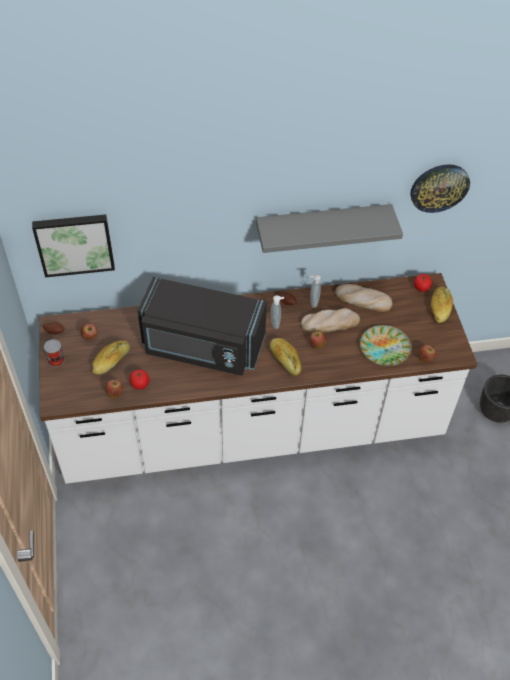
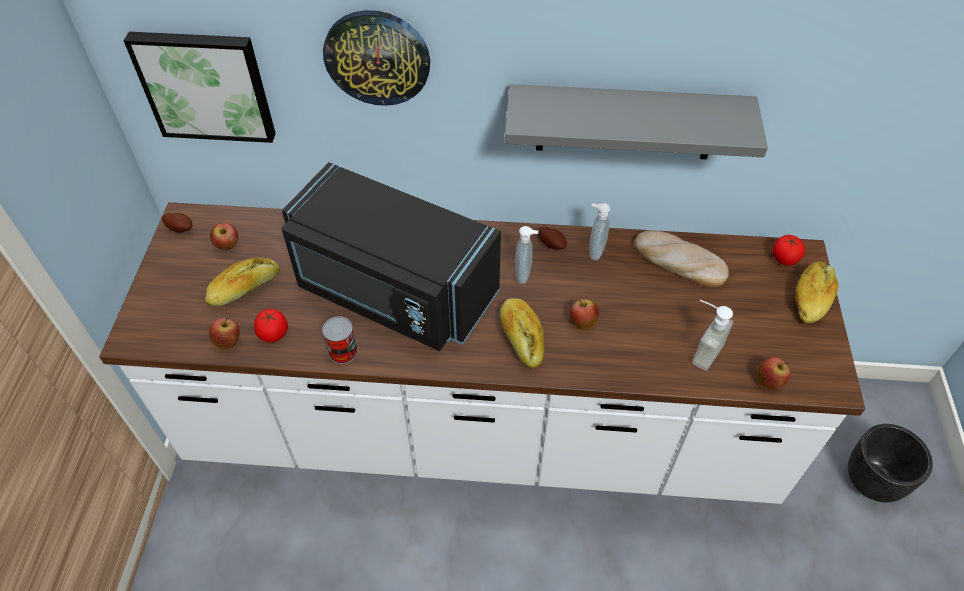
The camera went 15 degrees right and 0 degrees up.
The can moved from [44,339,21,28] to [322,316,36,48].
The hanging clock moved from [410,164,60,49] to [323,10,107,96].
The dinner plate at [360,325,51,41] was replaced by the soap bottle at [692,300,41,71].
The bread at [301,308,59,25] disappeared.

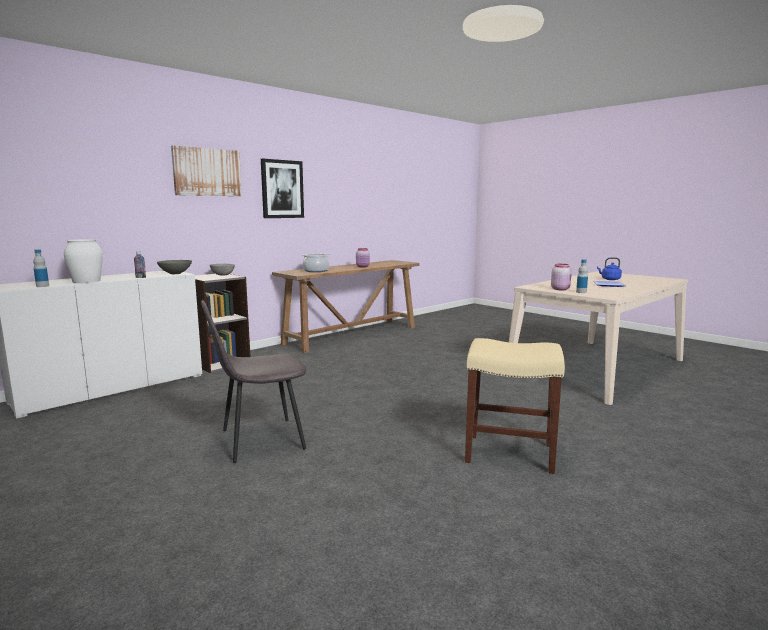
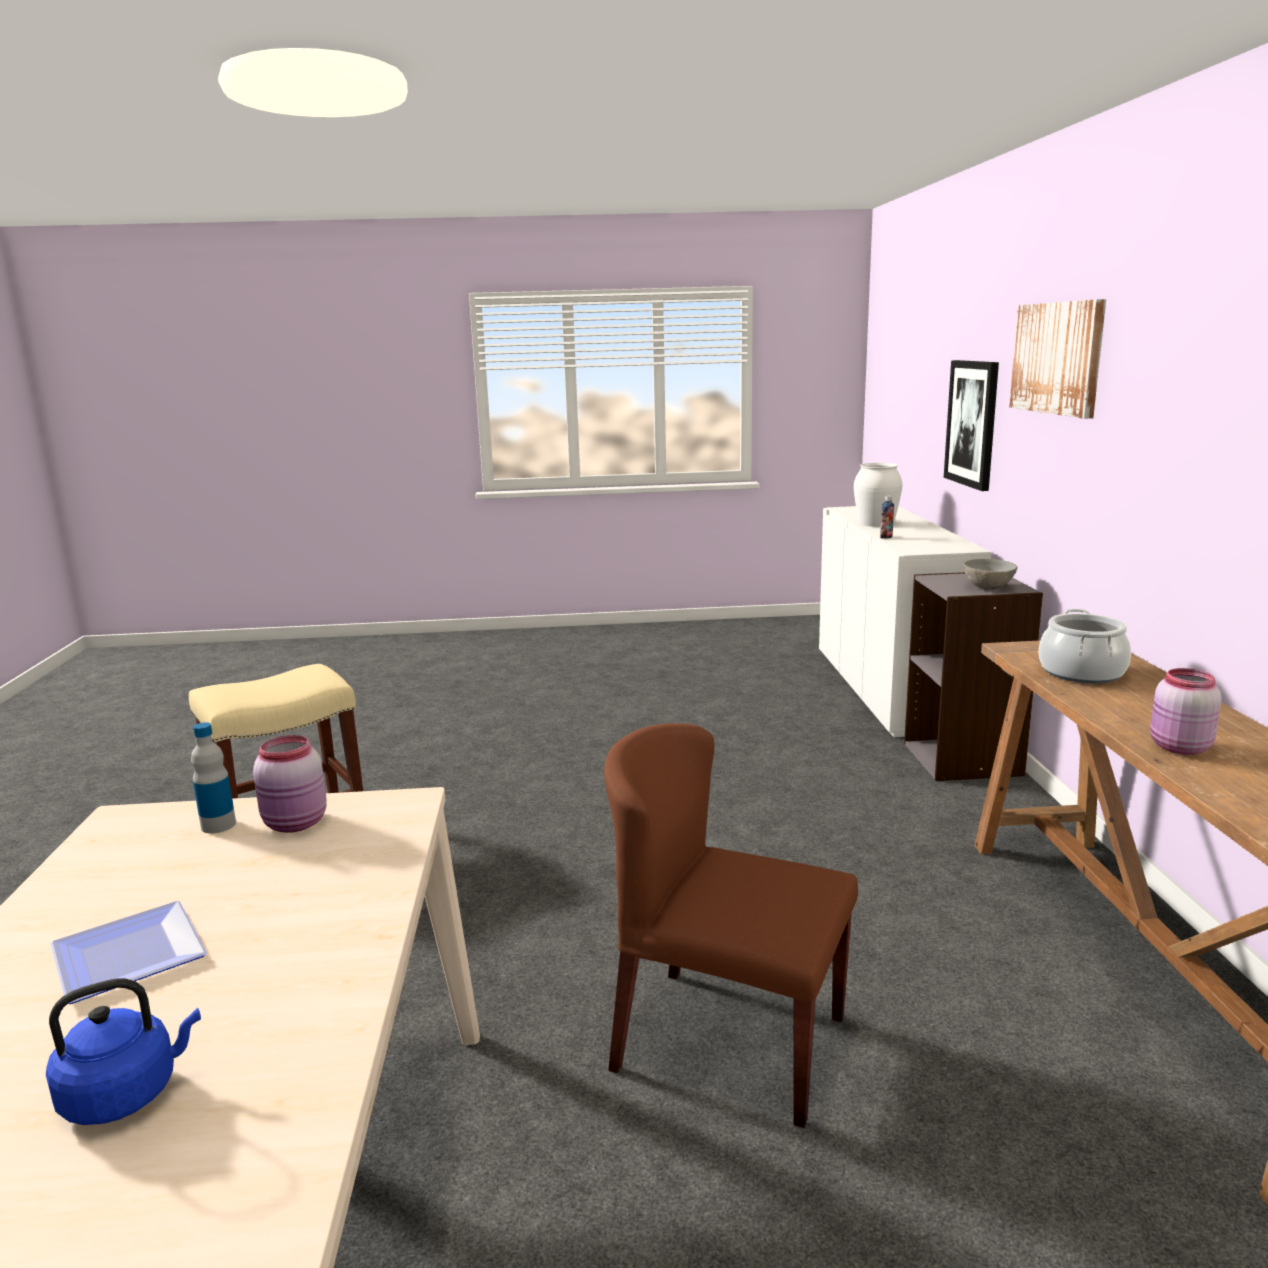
The camera went 130 degrees right and 5 degrees up.
The plain chair (brownish) at [604,723,254,405] appeared.
The wall art moved from [261,158,43,60] to [944,360,55,131].
The bottle at [33,249,16,38] disappeared.
The bowl (grey) at [157,260,35,14] disappeared.
The plain chair (grey) at [201,300,106,163] disappeared.

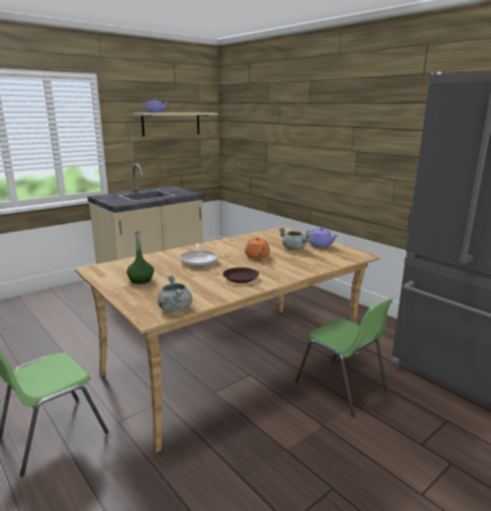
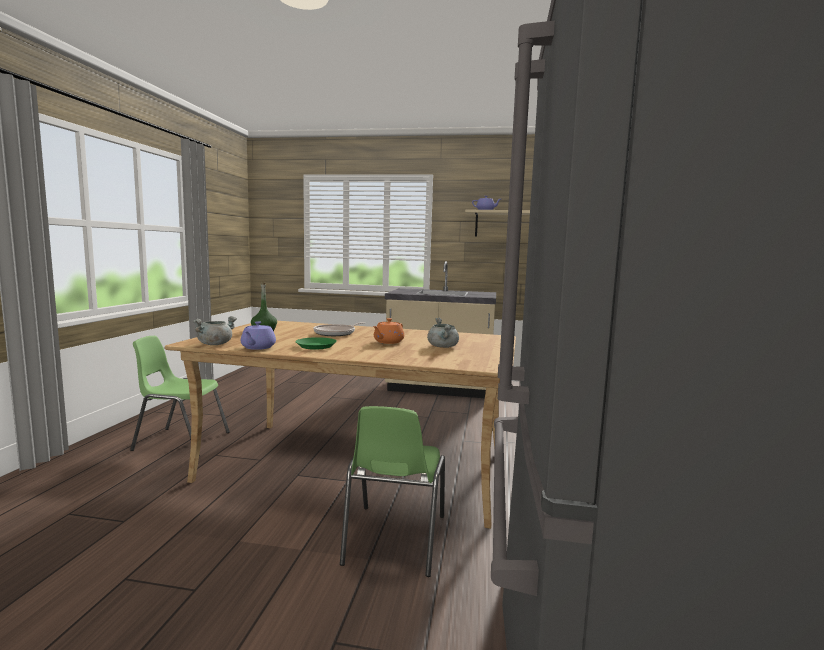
The camera went 50 degrees right and 10 degrees down.
The tea pot (purplish) moved from [306,227,32,21] to [241,321,35,29].
The dinner plate (brownish) at [223,267,36,16] became the dinner plate (green) at [295,337,42,13].

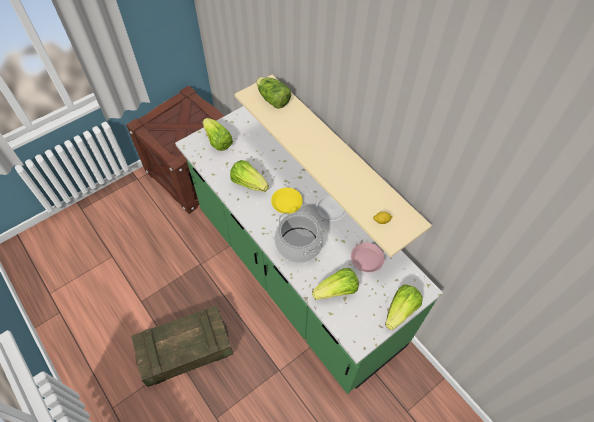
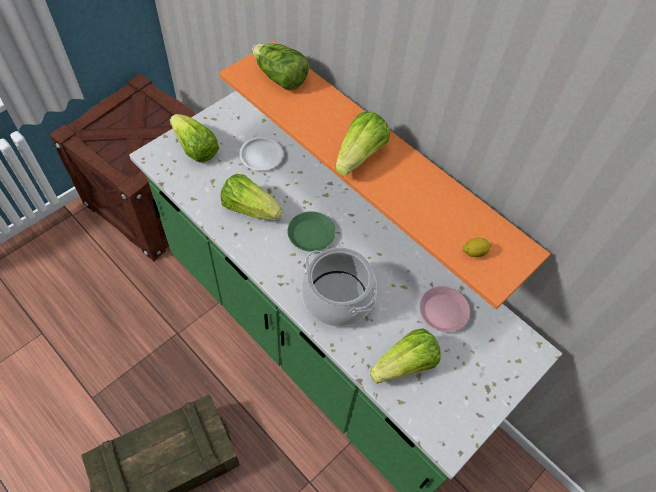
The camera went 10 degrees left and 0 degrees up.
The shelf (beige) at [234,74,198,184] became the shelf (orange-coloured) at [219,41,331,268].
The dinner plate (white) moved from [316,195,31,26] to [239,137,45,34].
The dinner plate (yellow-coloured) at [271,188,32,26] became the dinner plate (green) at [288,211,47,41].
The head of lettuce moved from [385,284,38,46] to [335,112,55,64].

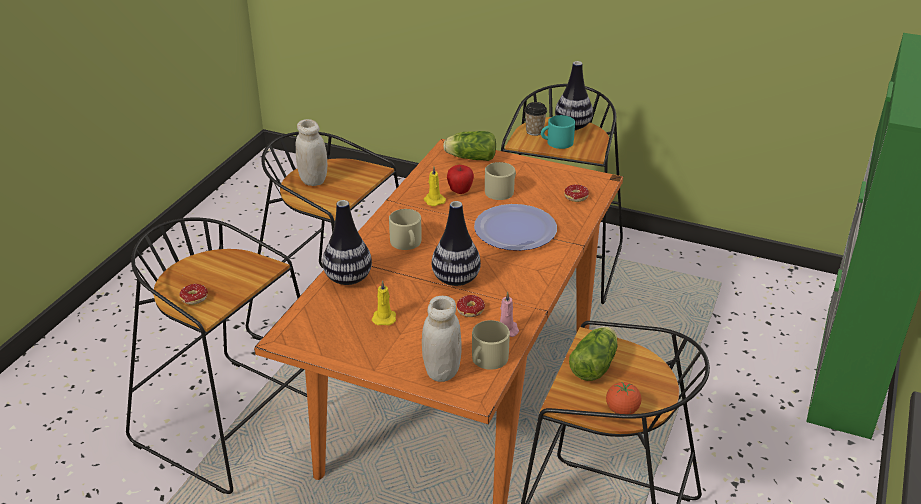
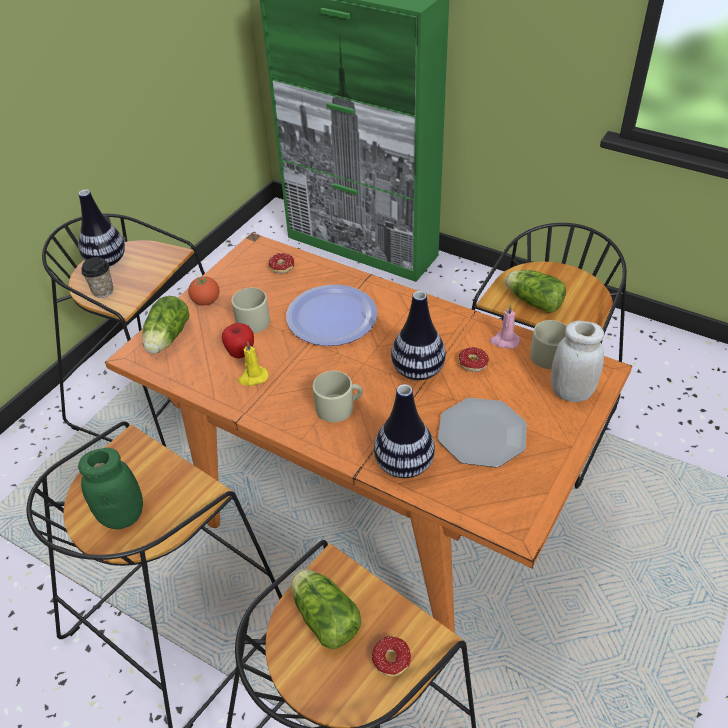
The camera went 80 degrees left and 10 degrees up.
The storage jar (white) at [296,119,31,67] became the storage jar (green) at [78,448,65,82].
The tomato moved from [606,382,35,32] to [188,276,32,30].
The head of lettuce at [291,569,71,80] appeared.
The candle (yellow-coloured) at [372,280,24,46] was replaced by the dinner plate at [438,398,89,69].
The tea mug (turquoise) at [541,115,34,34] disappeared.

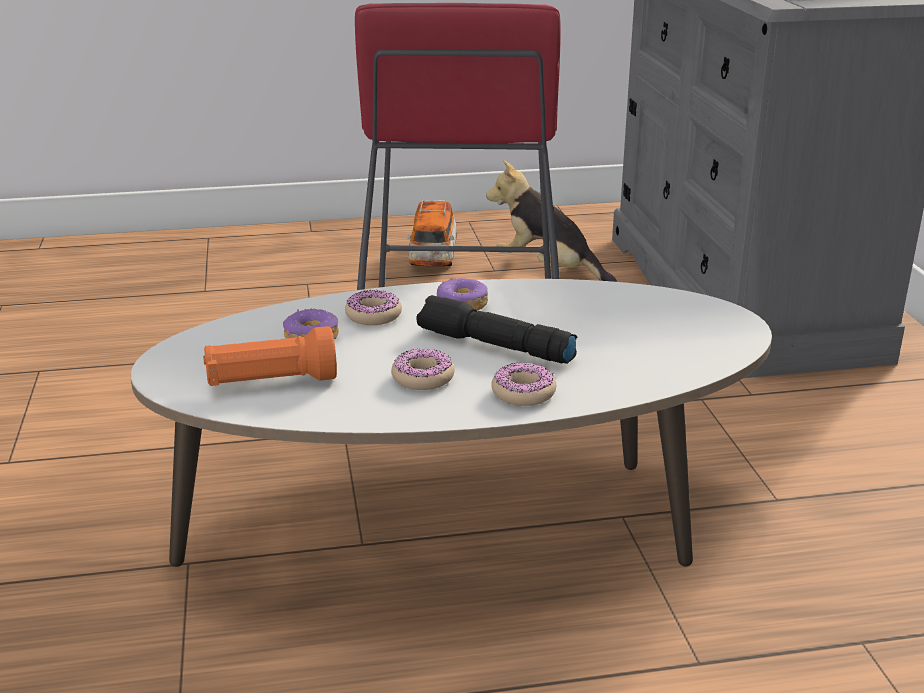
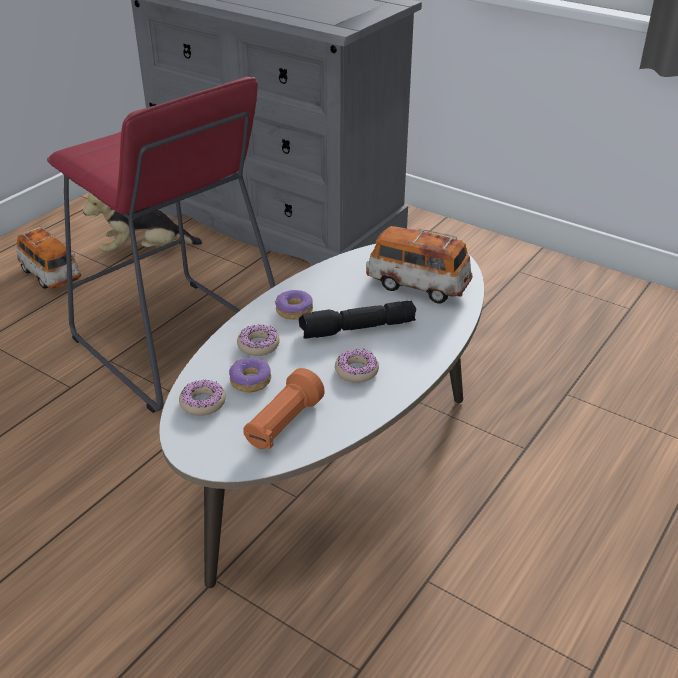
The camera went 45 degrees left and 10 degrees up.
The donut moved from [491,362,65,44] to [179,380,47,36].
The model car at [366,226,107,78] appeared.

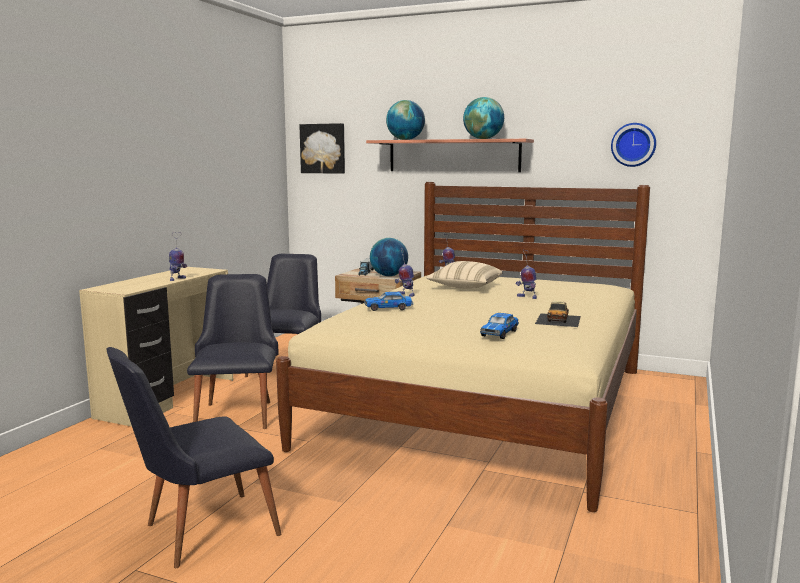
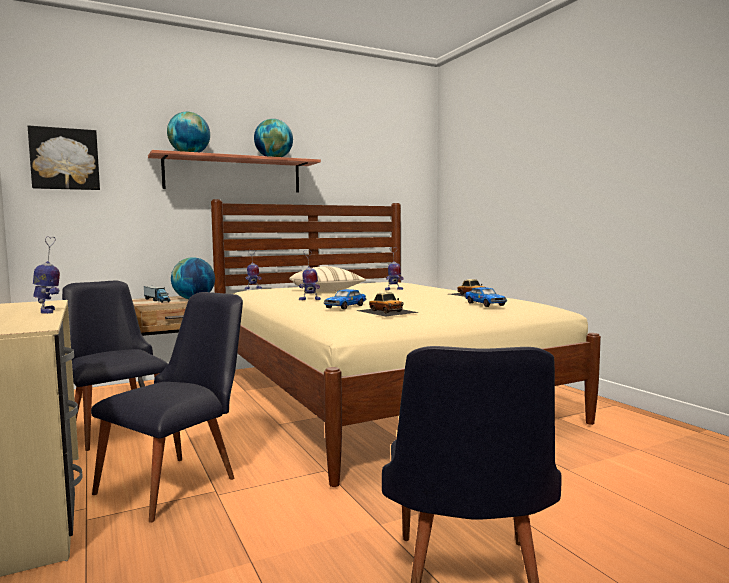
The camera went 50 degrees left and 5 degrees down.
The plain chair (black) at [187,274,92,155] turned 90 degrees clockwise.
The model car at [356,292,63,25] appeared.
The hanging clock at [611,123,45,44] disappeared.

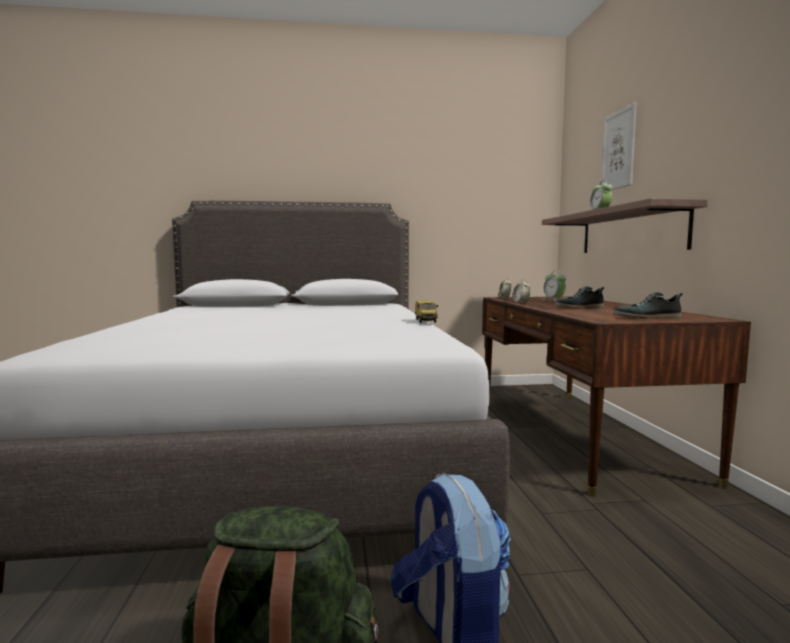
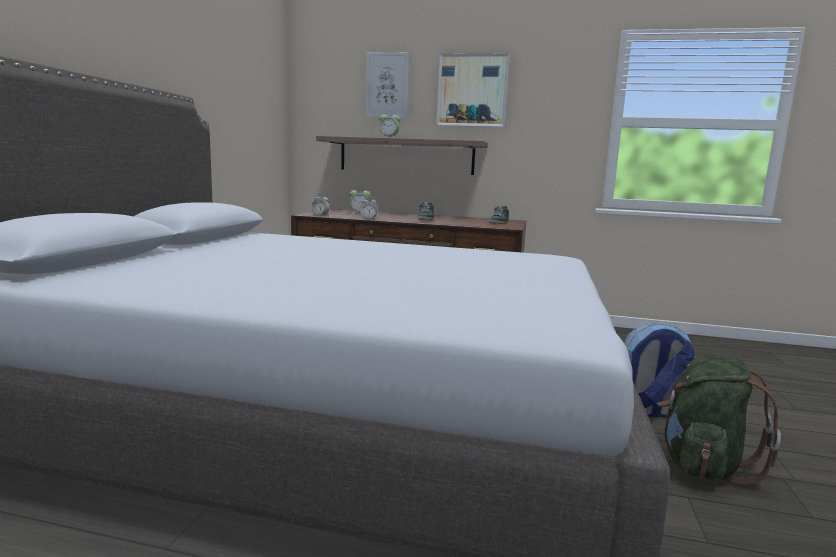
The camera went 70 degrees left and 5 degrees up.
The wall art at [436,53,74,74] appeared.
The model car at [415,301,23,22] disappeared.

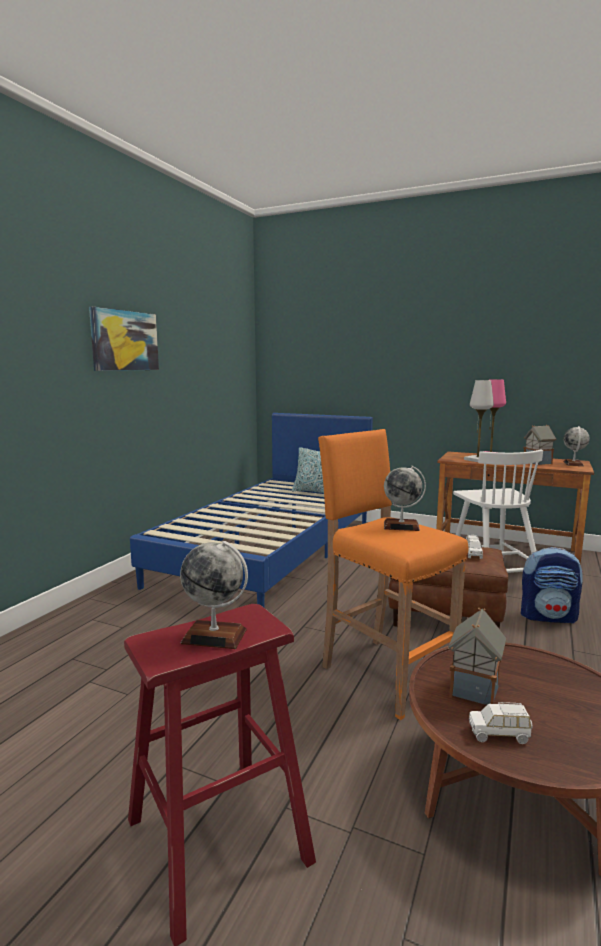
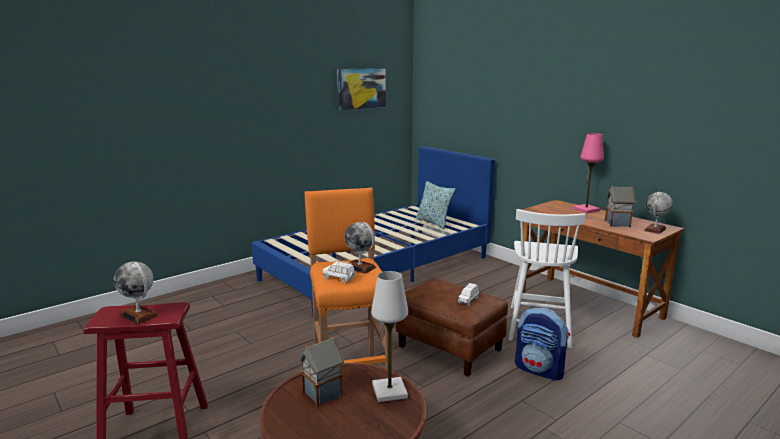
The camera went 25 degrees right and 5 degrees up.
The model car (white) moved from [469,702,63,42] to [323,261,32,22].
The wall art moved from [89,306,70,65] to [337,68,49,43].
The lamp for a table (white) moved from [464,380,30,82] to [371,271,37,131].

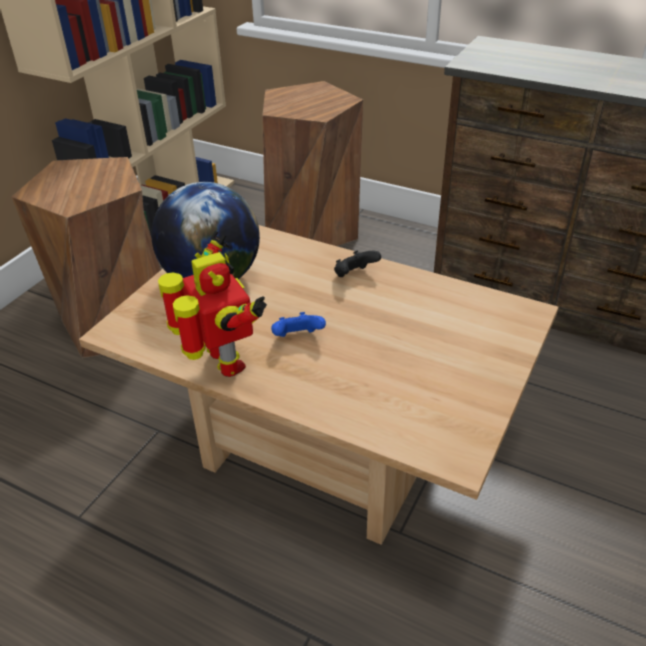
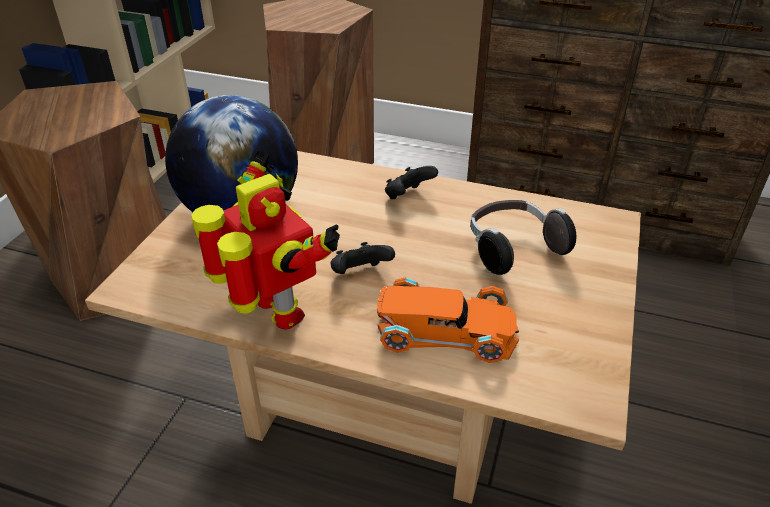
The camera went 10 degrees left and 0 degrees up.
The gamepad (blue-coloured) at [271,312,55,25] became the gamepad (black) at [330,242,65,32].
The model car (orange-coloured) at [377,277,142,86] appeared.
The pair of headphones at [470,200,106,75] appeared.

